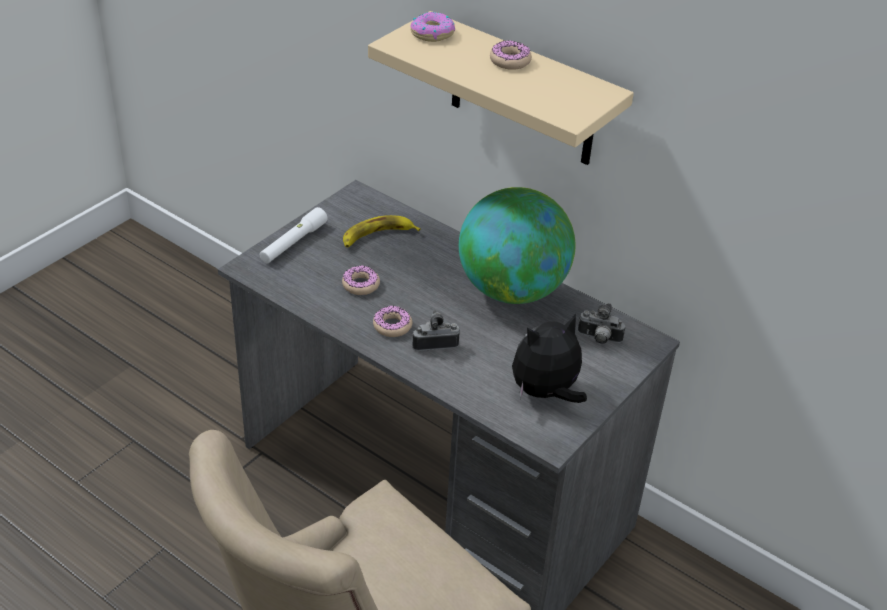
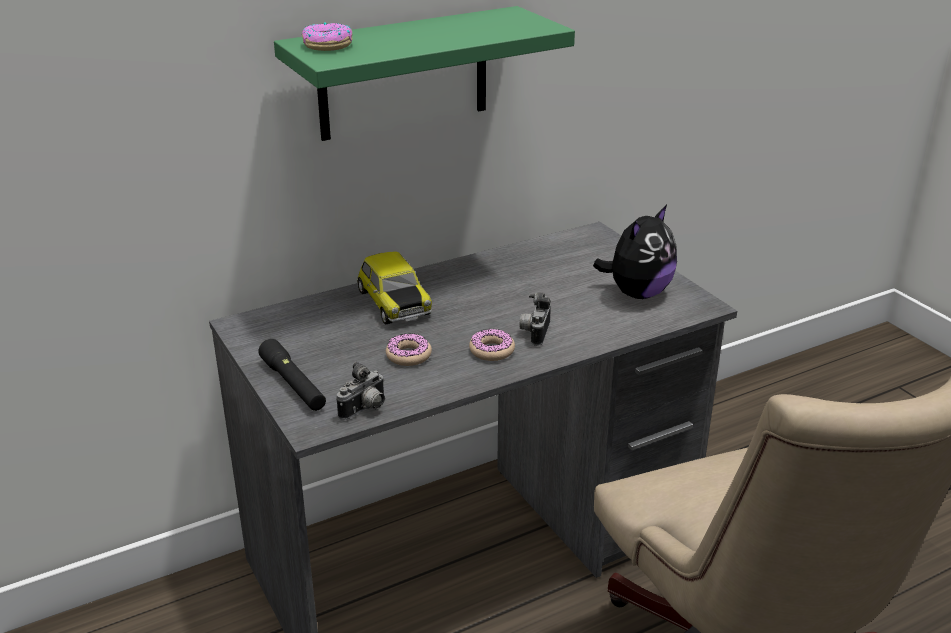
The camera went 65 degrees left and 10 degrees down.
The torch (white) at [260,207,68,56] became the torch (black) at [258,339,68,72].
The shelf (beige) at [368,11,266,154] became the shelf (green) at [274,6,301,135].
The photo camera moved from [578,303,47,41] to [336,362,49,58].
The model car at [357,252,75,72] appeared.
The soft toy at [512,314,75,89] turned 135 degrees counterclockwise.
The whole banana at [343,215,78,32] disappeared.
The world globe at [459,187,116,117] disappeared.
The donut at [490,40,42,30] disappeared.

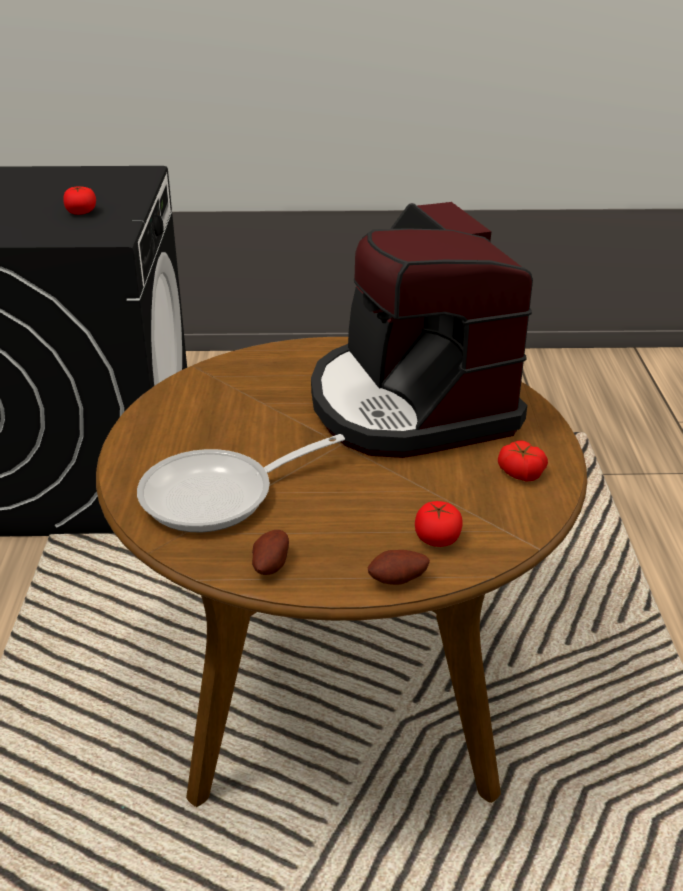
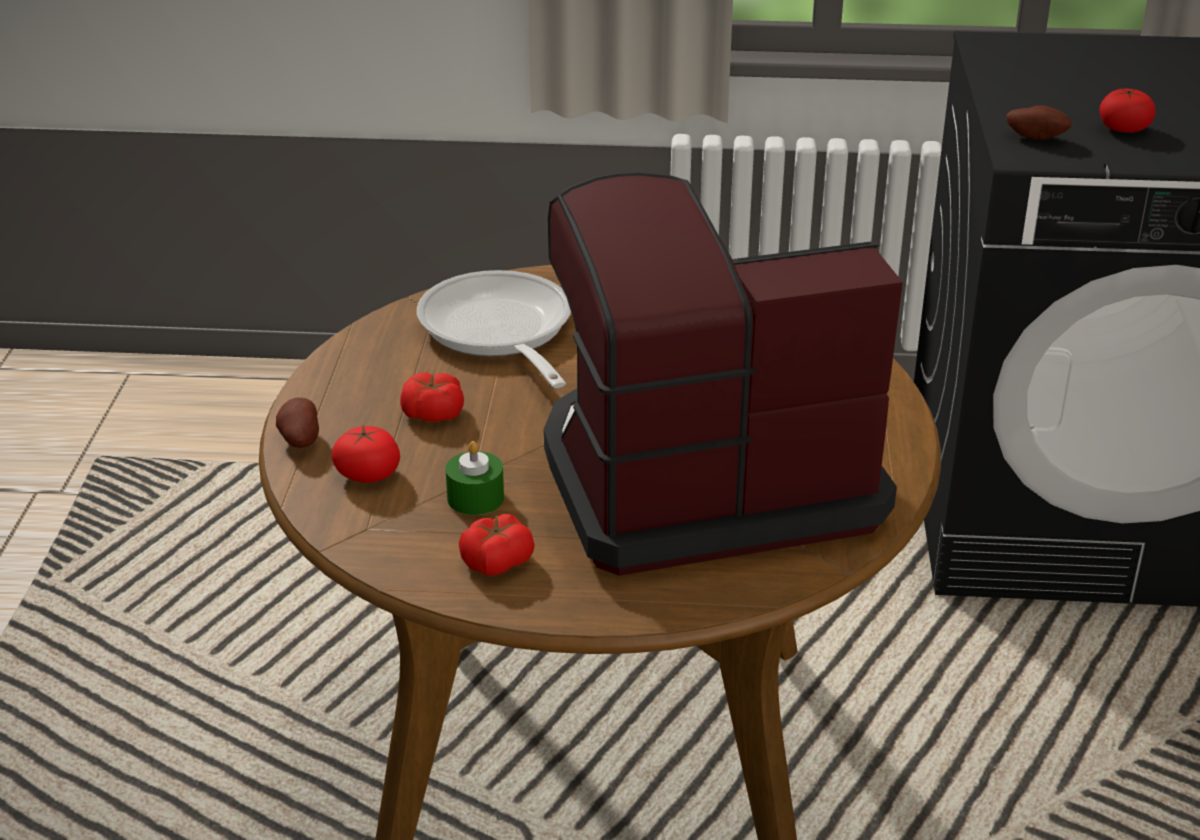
The camera went 95 degrees right and 0 degrees up.
The tomato at [400,373,64,49] appeared.
The candle (green) at [445,441,59,74] appeared.
The spud moved from [252,530,37,45] to [1006,105,66,35].

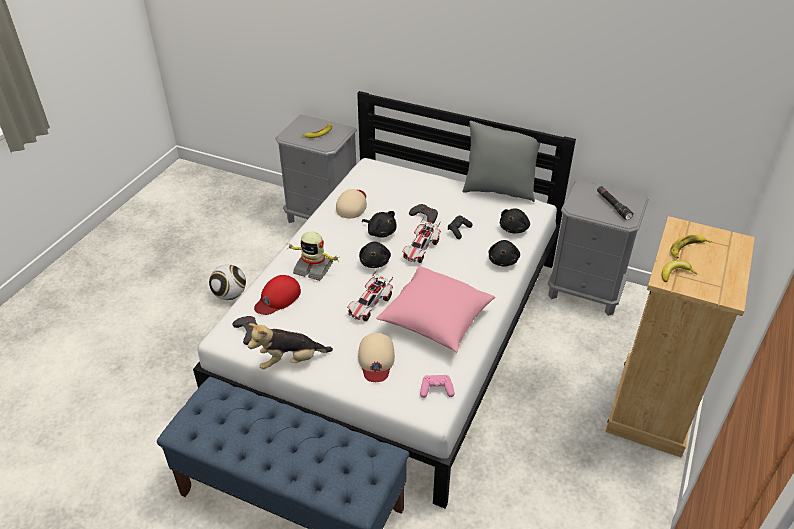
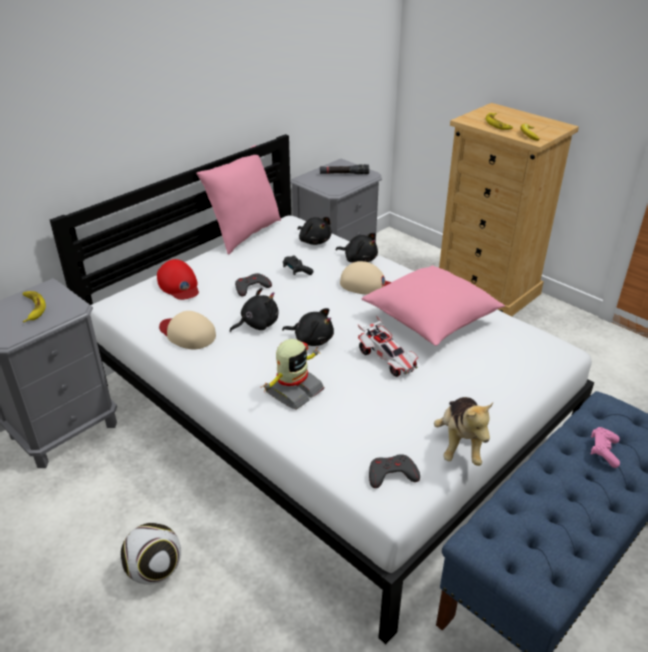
The camera went 70 degrees left and 5 degrees down.
The baseball cap (reddish) moved from [254,275,47,40] to [157,259,42,41].
The throw pillow (grey) at [463,121,82,81] became the throw pillow (pink-coloured) at [196,145,85,110].
The baseball cap (beige) moved from [358,333,37,49] to [340,261,52,34].
The gamepad (pink-coloured) moved from [420,375,35,23] to [591,427,29,41].
The model car at [402,217,39,46] disappeared.

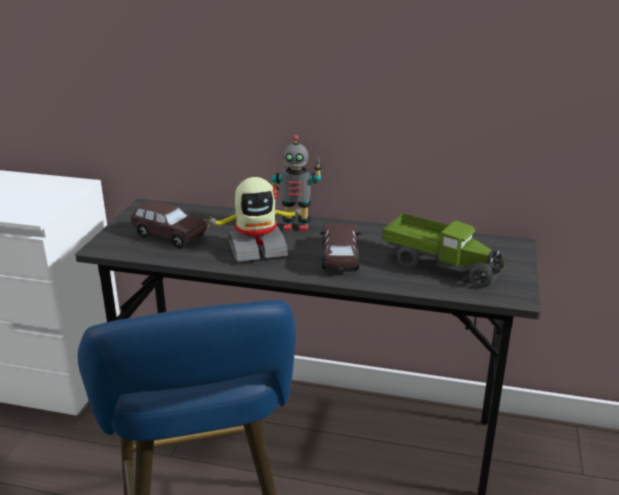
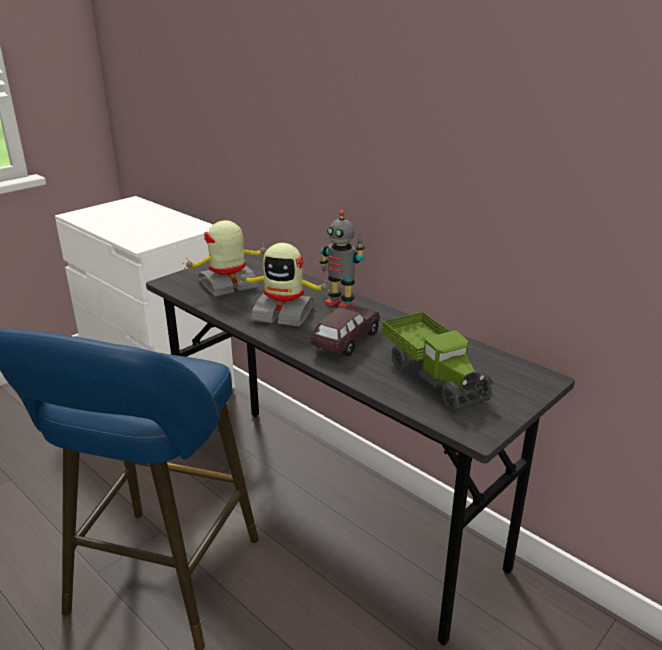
The camera went 30 degrees right and 0 degrees up.
The model car (brownish) at [131,200,76,49] was replaced by the model robot at [183,220,85,77].

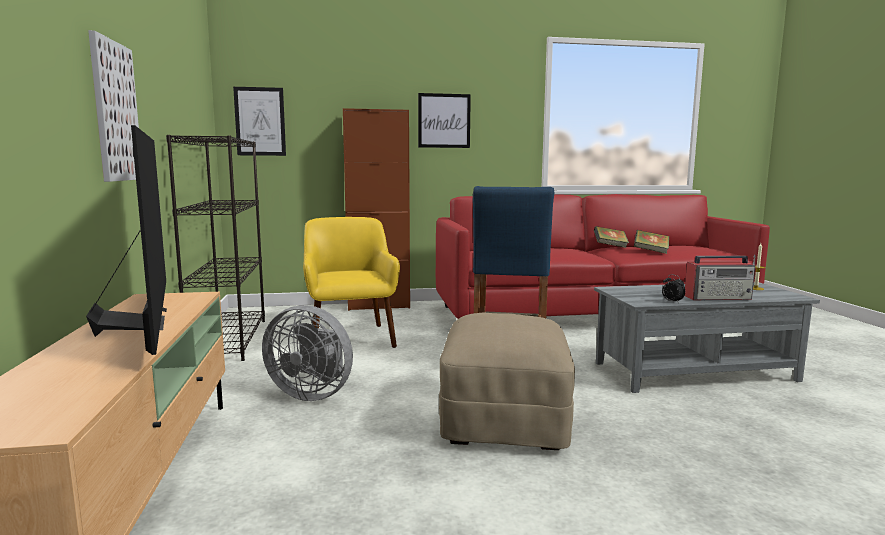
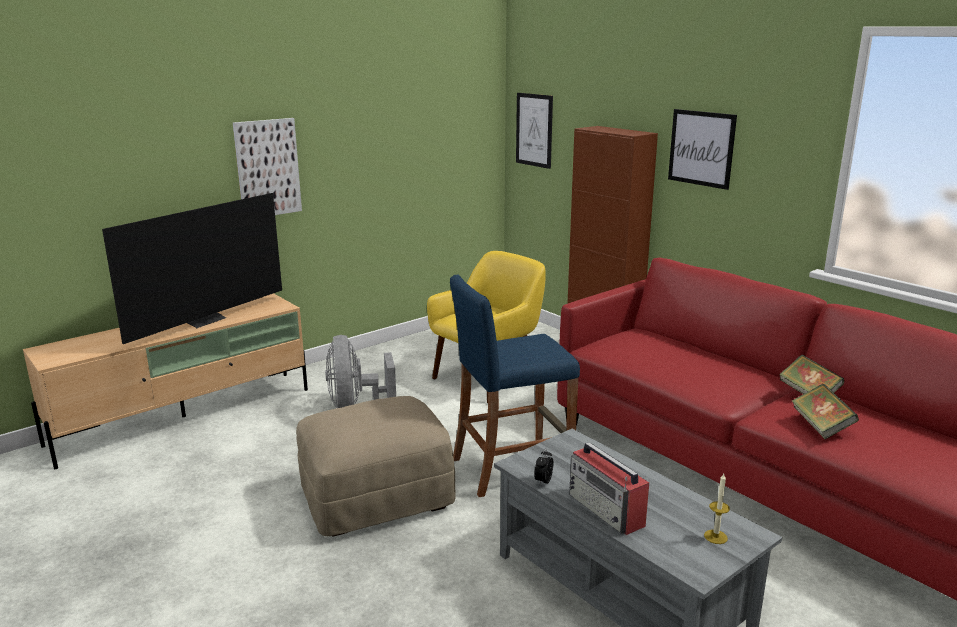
The camera went 60 degrees right and 10 degrees up.
The bookshelf (black) at [166,135,99,226] disappeared.

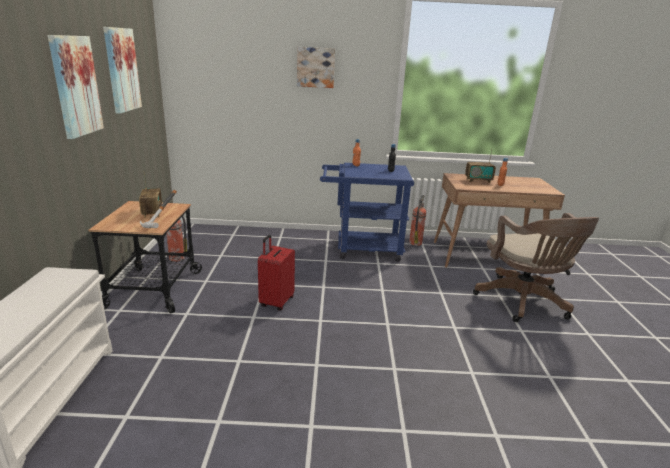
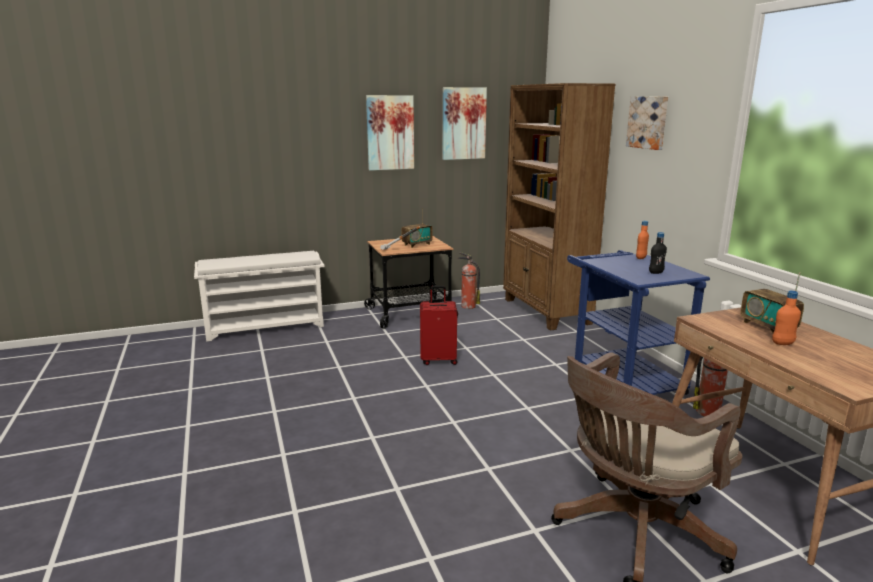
The camera went 70 degrees right and 5 degrees down.
The bookshelf (brownish) at [503,83,113,248] appeared.

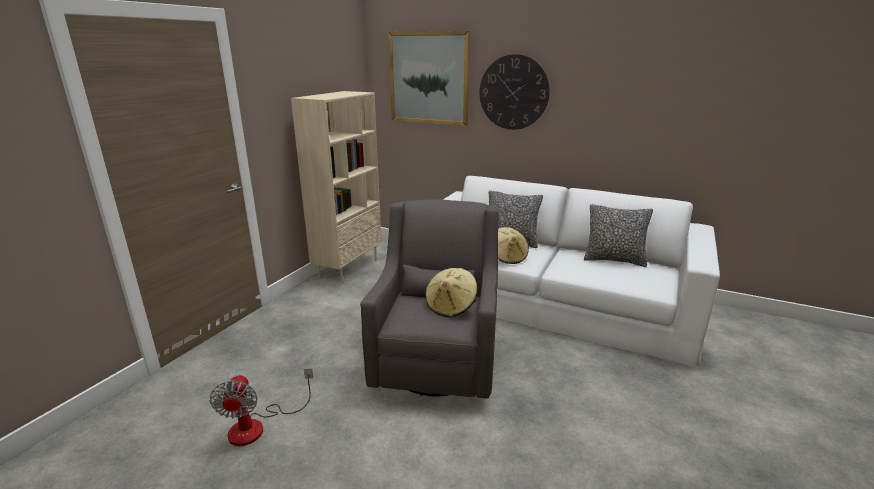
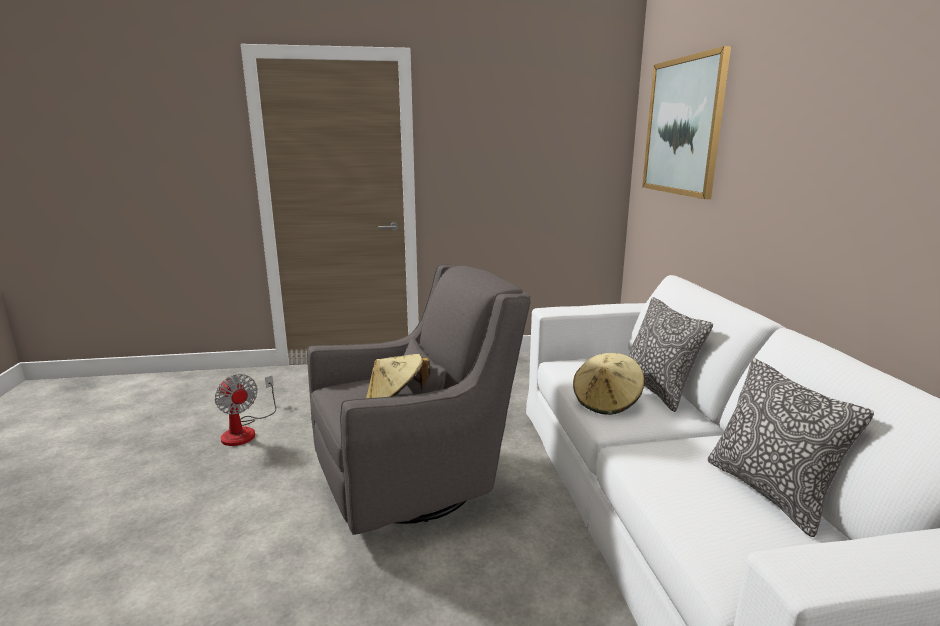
The camera went 55 degrees right and 5 degrees down.
The electric fan at [210,368,103,78] turned 90 degrees counterclockwise.
The bookshelf (beige) at [291,91,91,193] disappeared.
The hanging clock at [480,54,70,76] disappeared.

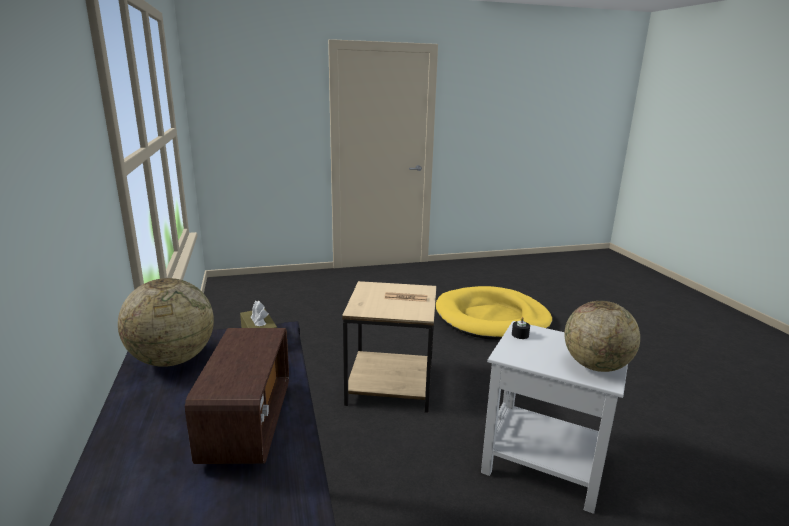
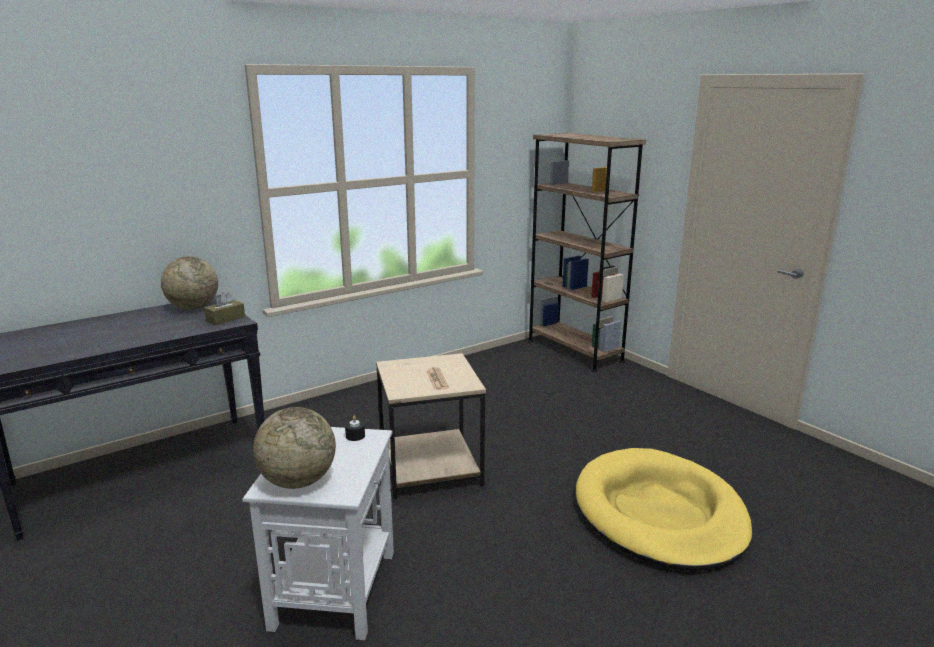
The camera went 70 degrees right and 0 degrees up.
The bookshelf (brownish) at [528,133,118,239] appeared.
The radio set at [185,328,104,136] disappeared.

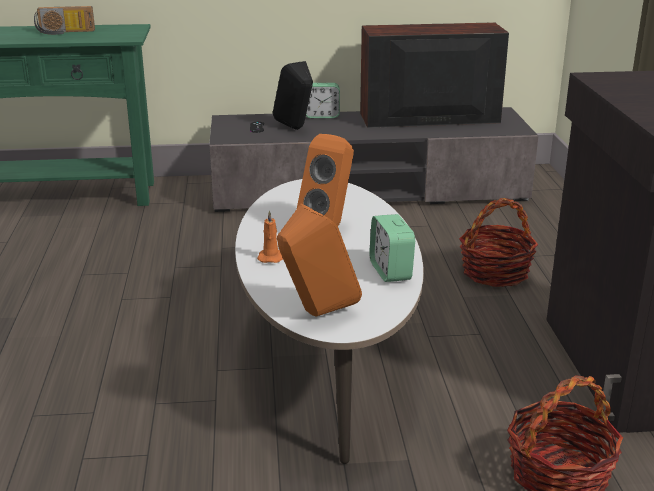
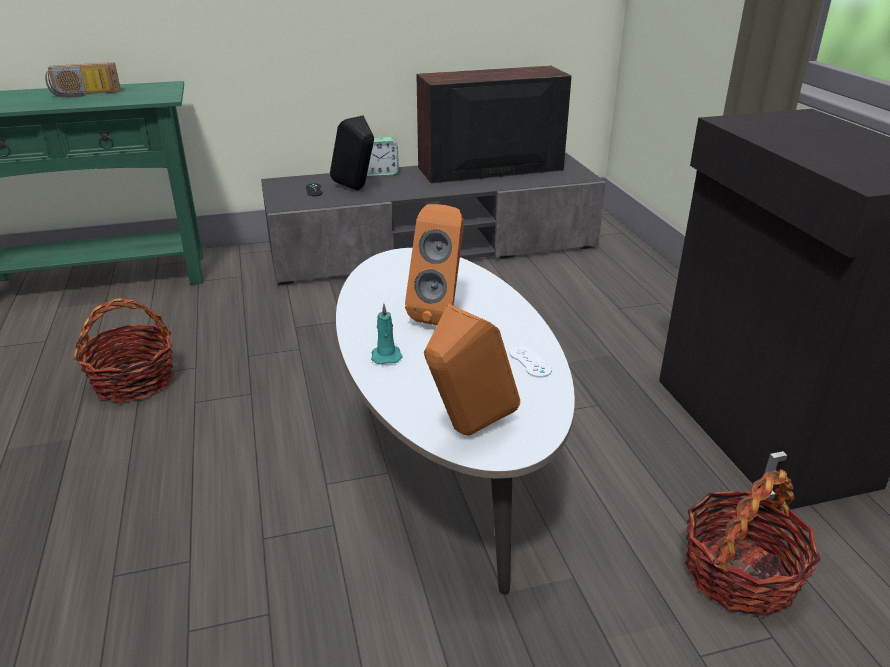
The camera went 10 degrees left and 5 degrees up.
The household basket moved from [459,198,79,89] to [74,298,100,105].
The candle (orange-coloured) at [257,210,26,53] became the candle (turquoise) at [371,303,32,61].
The bedside clock at [369,214,46,68] was replaced by the gamepad (white) at [509,346,43,31].

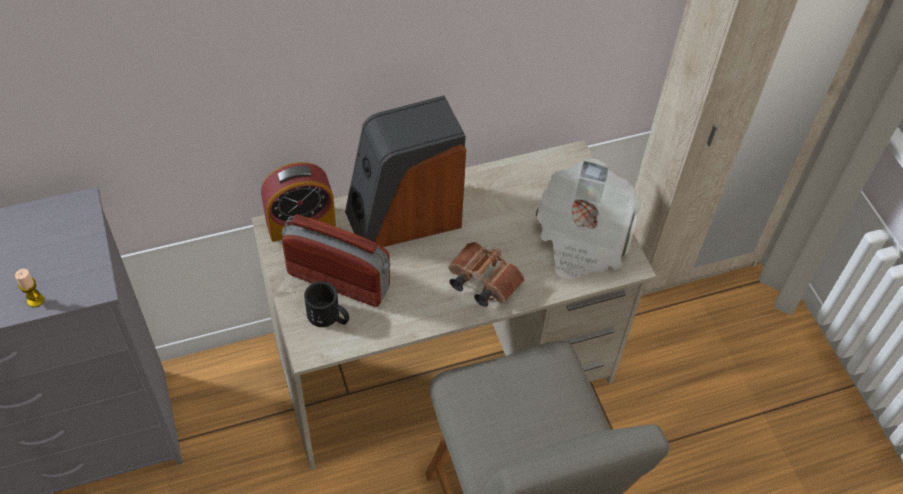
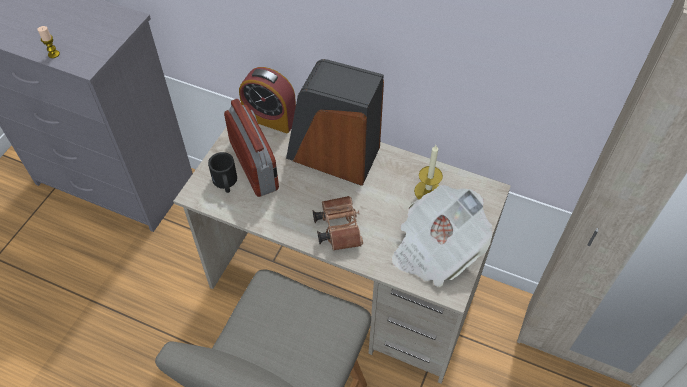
The camera went 45 degrees right and 0 degrees up.
The candle at [414,145,29,54] appeared.

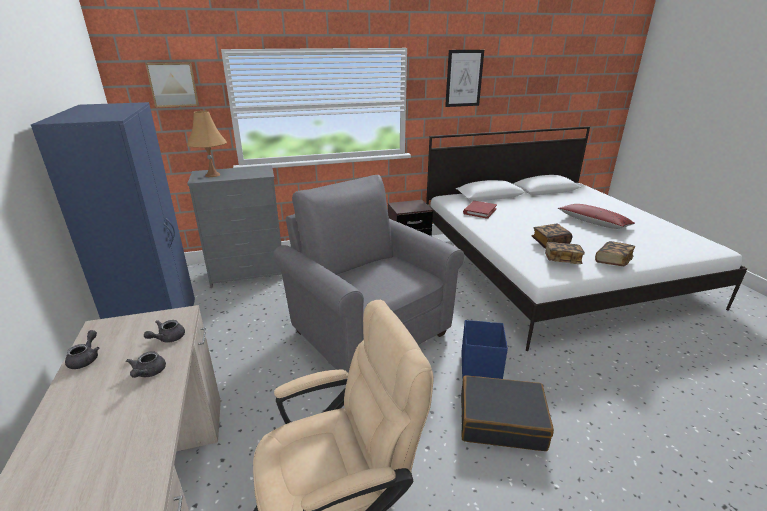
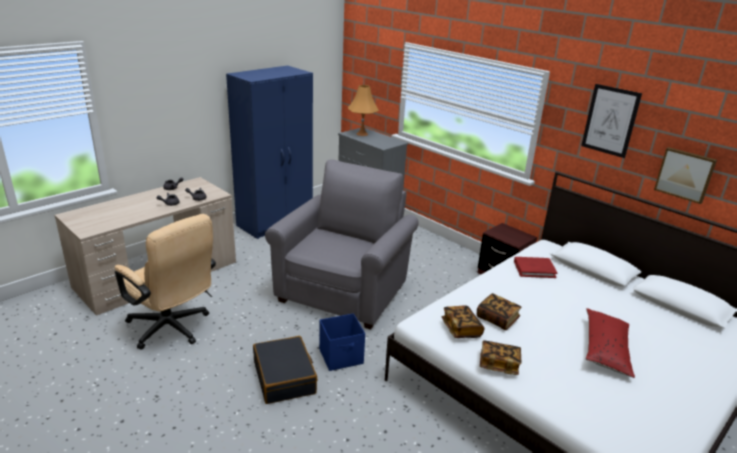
The camera went 60 degrees right and 0 degrees up.
The wall art moved from [145,62,54,46] to [654,147,63,57].

